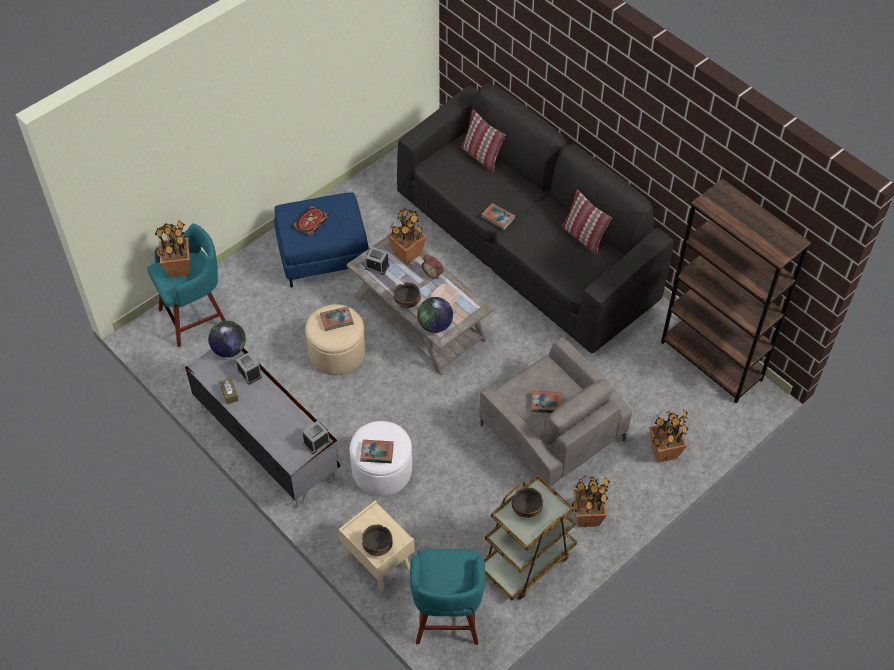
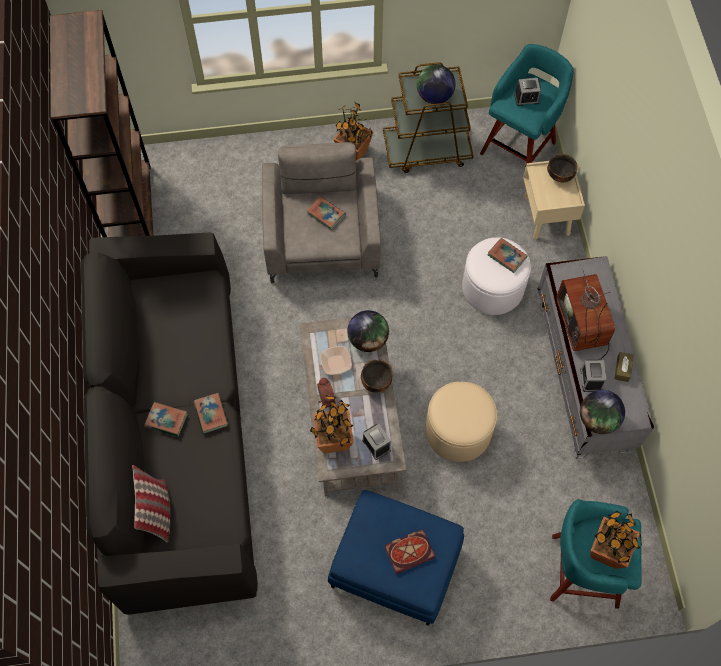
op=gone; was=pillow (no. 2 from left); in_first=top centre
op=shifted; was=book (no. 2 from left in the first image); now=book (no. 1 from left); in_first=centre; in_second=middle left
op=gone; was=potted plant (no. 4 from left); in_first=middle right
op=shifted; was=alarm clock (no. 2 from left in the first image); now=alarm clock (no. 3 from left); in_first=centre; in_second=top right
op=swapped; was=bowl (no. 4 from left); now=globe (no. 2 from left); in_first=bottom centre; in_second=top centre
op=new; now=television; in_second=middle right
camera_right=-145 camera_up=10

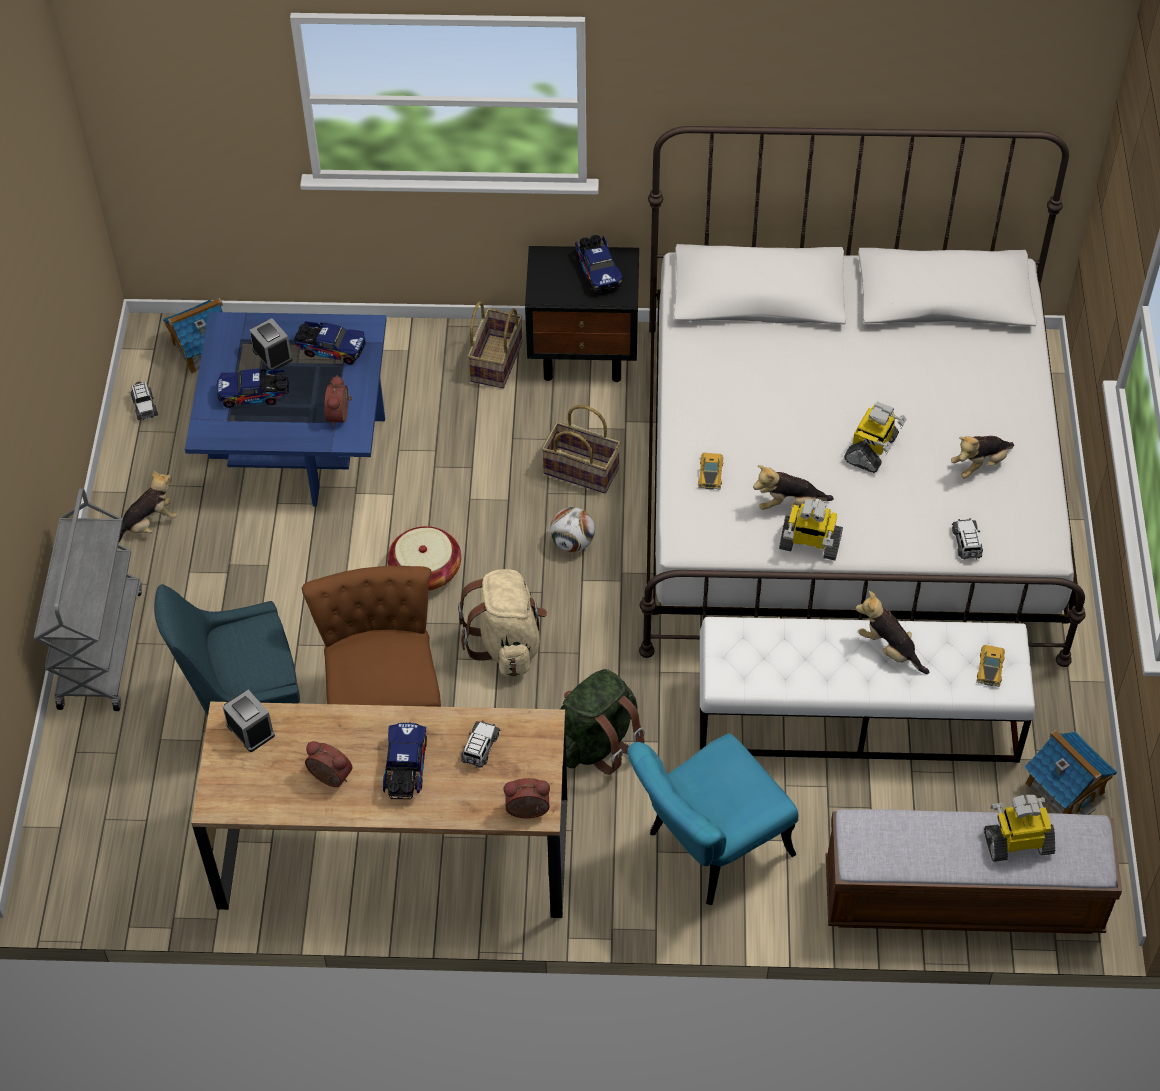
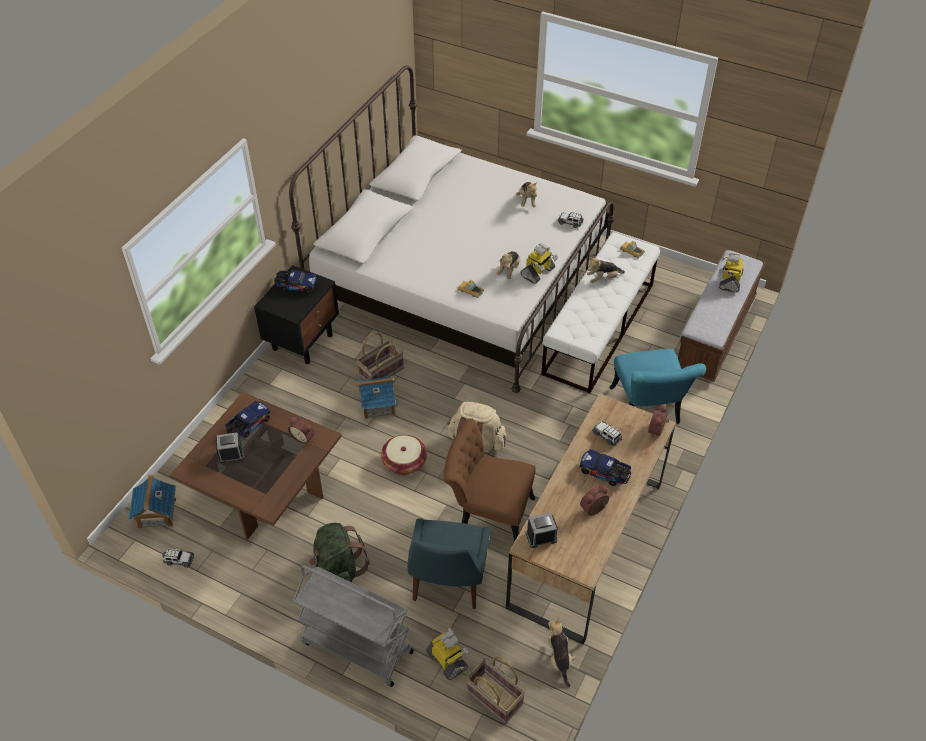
op=shifted; was=basket (no. 2 from left in the first image); now=basket (no. 3 from left); in_first=top centre; in_second=bottom centre
op=repainted; was=coffee table in blue; now=coffee table in brown; in_first=middle left; in_second=middle left
op=gone; was=toy truck (no. 1 from left); in_first=middle left
op=shifted; was=toy robot (no. 2 from left in the first image); now=toy robot (no. 1 from left); in_first=middle right; in_second=bottom centre
op=shifted; was=plush toy (no. 1 from left in the first image); now=plush toy (no. 3 from left); in_first=middle left; in_second=bottom centre
op=gone; was=football; in_first=centre
op=shifted; was=backpack in green; in_first=centre; in_second=bottom centre
op=shifted; was=toy house (no. 2 from left); in_first=bottom right; in_second=centre
camera_right=-65 camera_up=-5

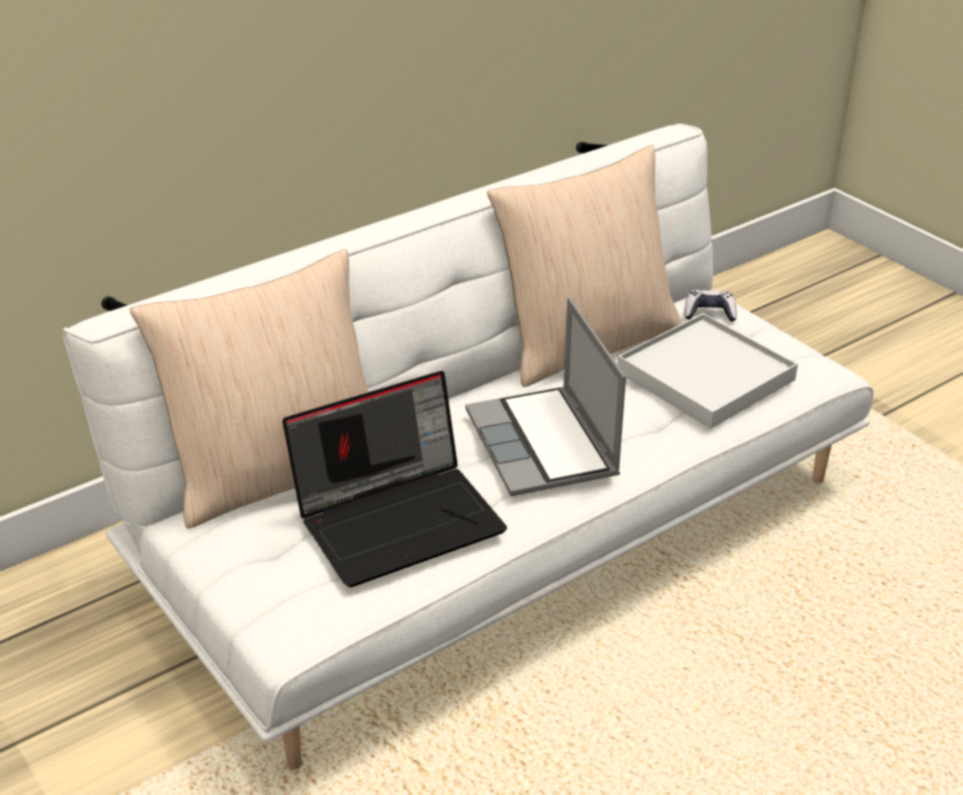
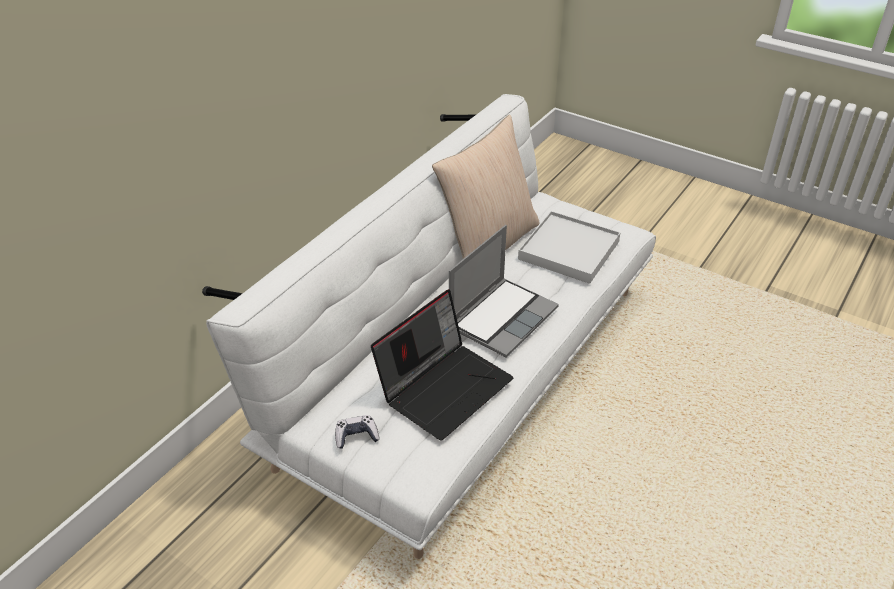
op=gone; was=pillow in beige (no. 1 from left); in_first=middle left
op=shifted; was=game controller; in_first=middle right; in_second=bottom centre
op=rotated; was=laptop (no. 2 from left); in_first=centre; in_second=centre; clockwise=-105
camera_right=-20 camera_up=5

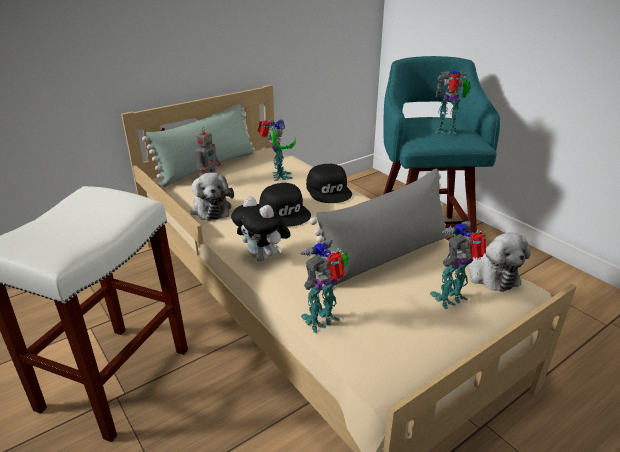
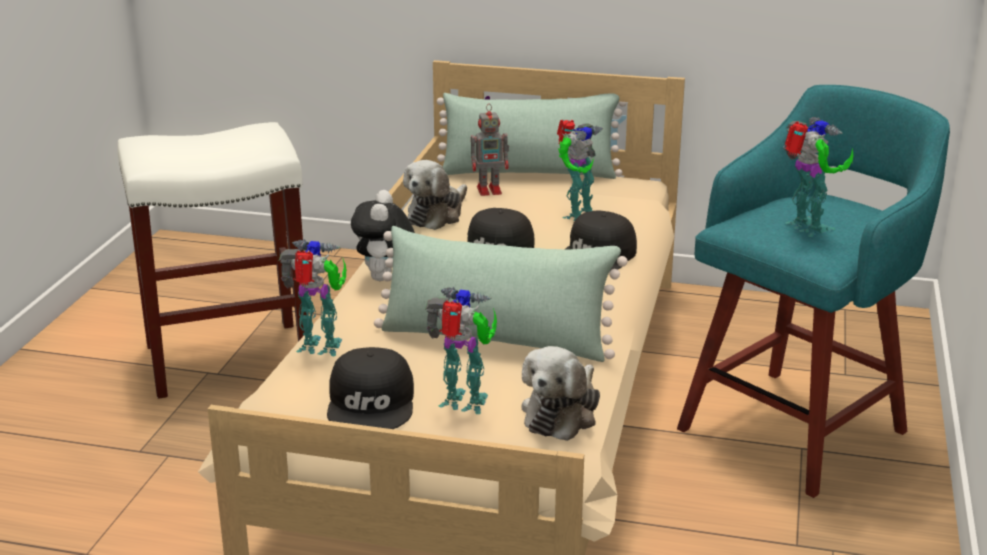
op=repainted; was=pillow in grey; now=pillow in green (no. 1 from left); in_first=centre; in_second=centre
op=new; now=cap in black (no. 1 from left); in_second=bottom centre
camera_right=50 camera_up=-5

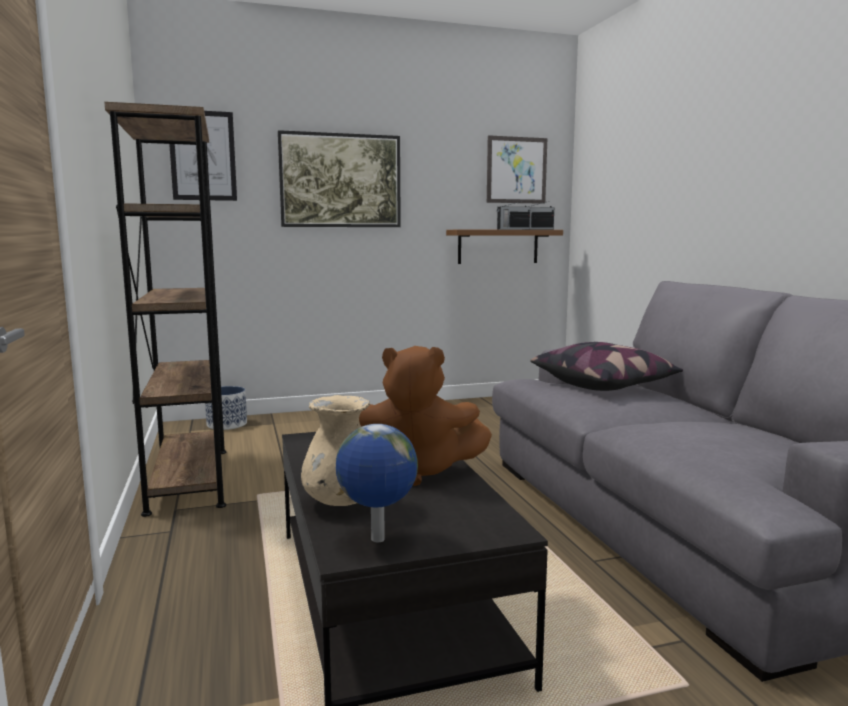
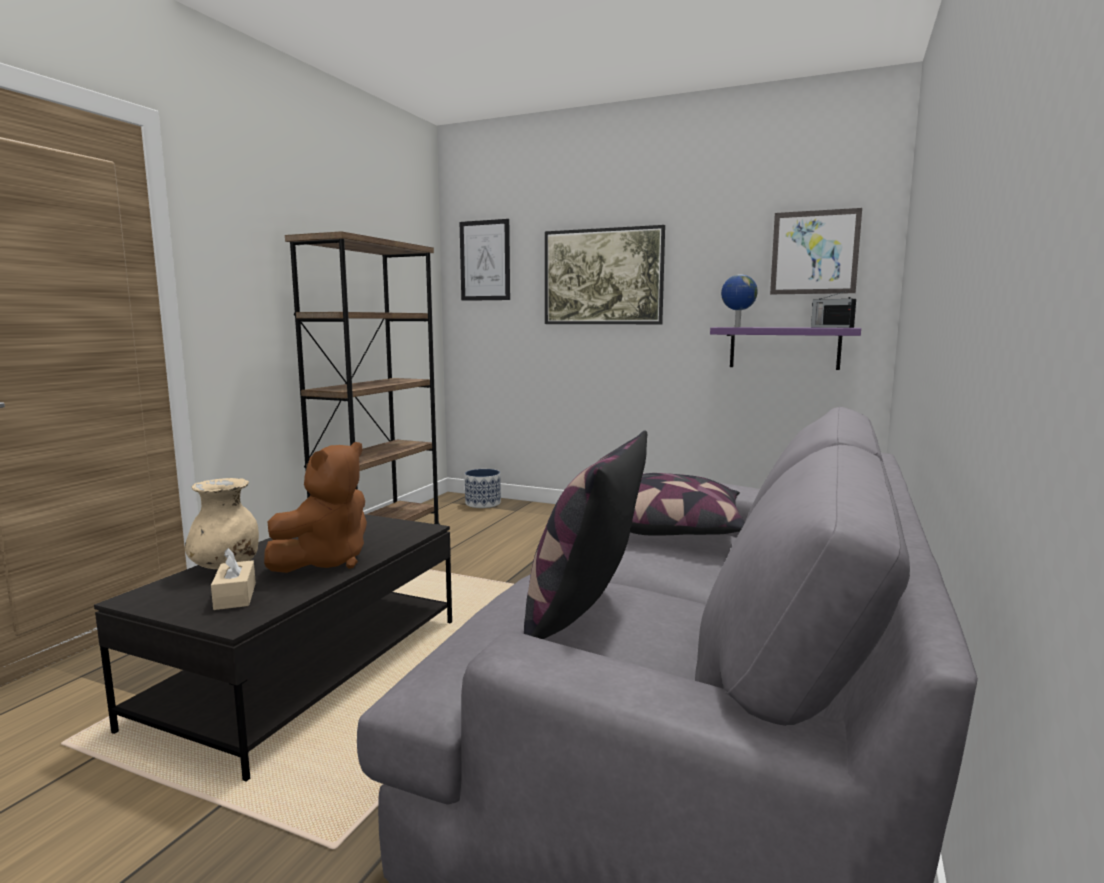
op=gone; was=radio (no. 1 from left); in_first=top centre
op=repainted; was=shelf in brown; now=shelf in purple; in_first=centre; in_second=middle right
op=rotated; was=plush toy in brown; in_first=centre; in_second=middle left; clockwise=-105
op=shifted; was=globe; in_first=bottom centre; in_second=middle right
op=new; now=pillow (no. 1 from left); in_second=centre
op=new; now=tissue box in beige; in_second=middle left
camera_right=40 camera_up=0

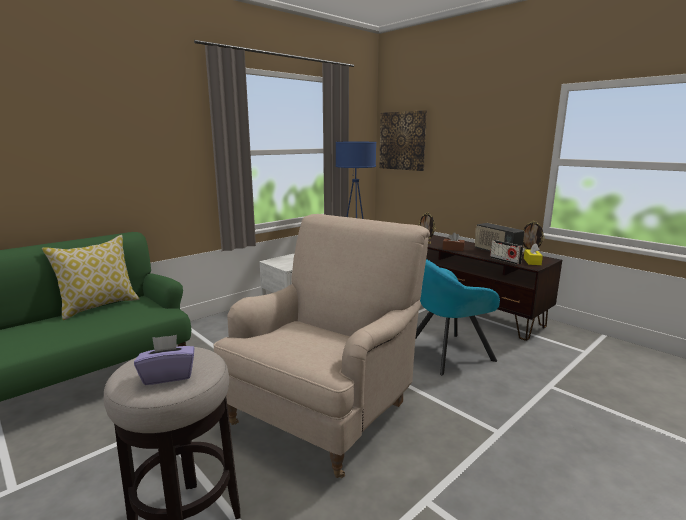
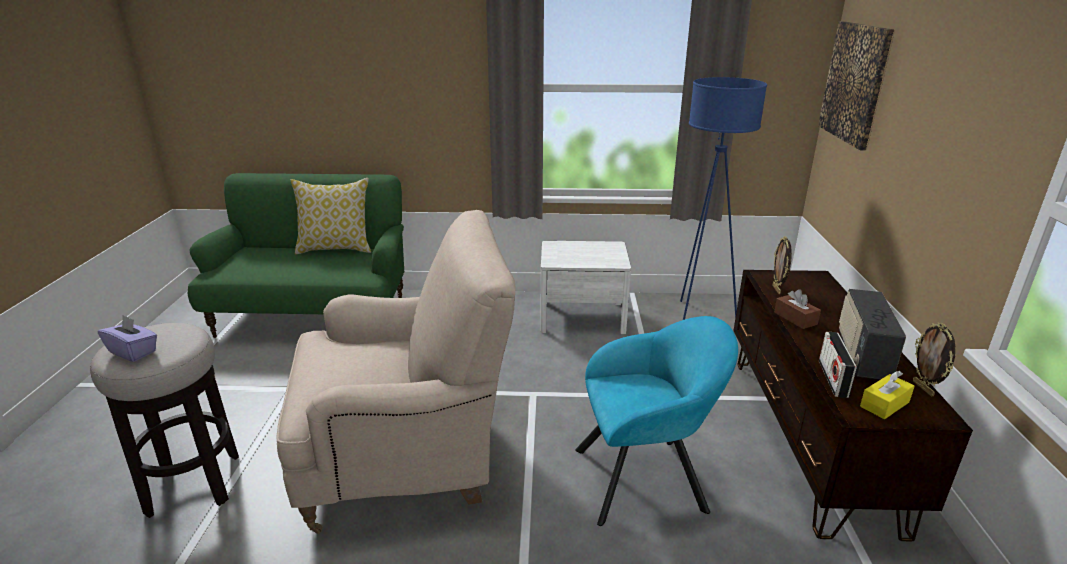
op=rotated; was=armchair in turquoise; in_first=centre; in_second=bottom centre; clockwise=150
camera_right=45 camera_up=10

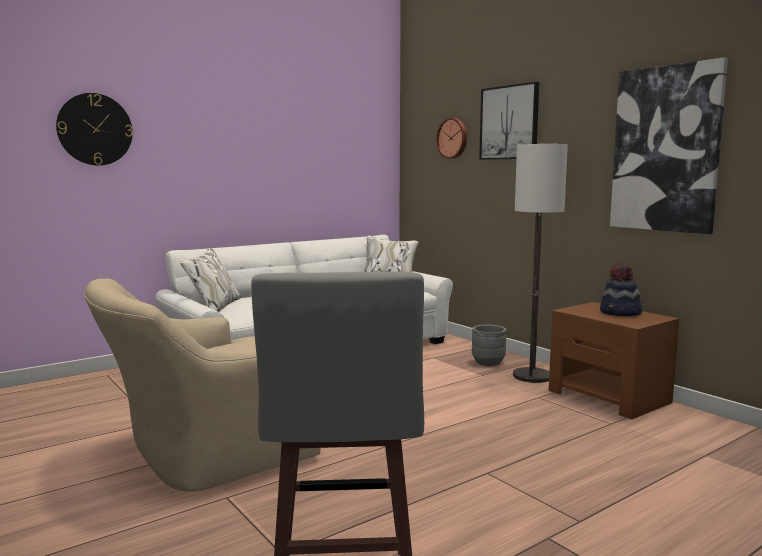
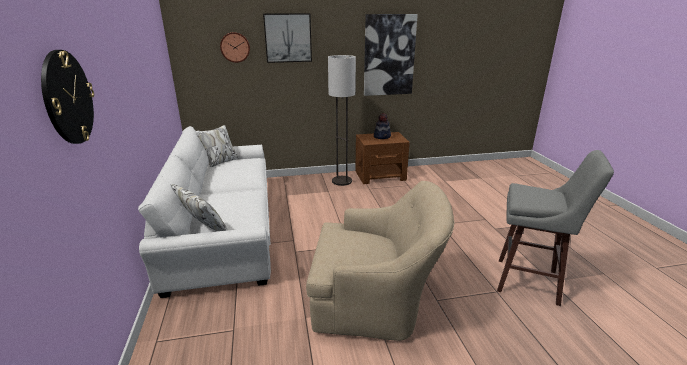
op=rotated; was=armchair in beige; in_first=bottom left; in_second=bottom centre; clockwise=-75
op=gone; was=planter in grey; in_first=centre
camera_right=-65 camera_up=15

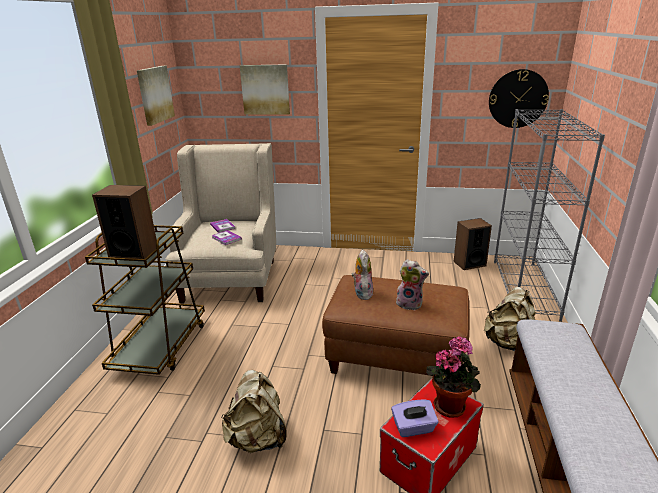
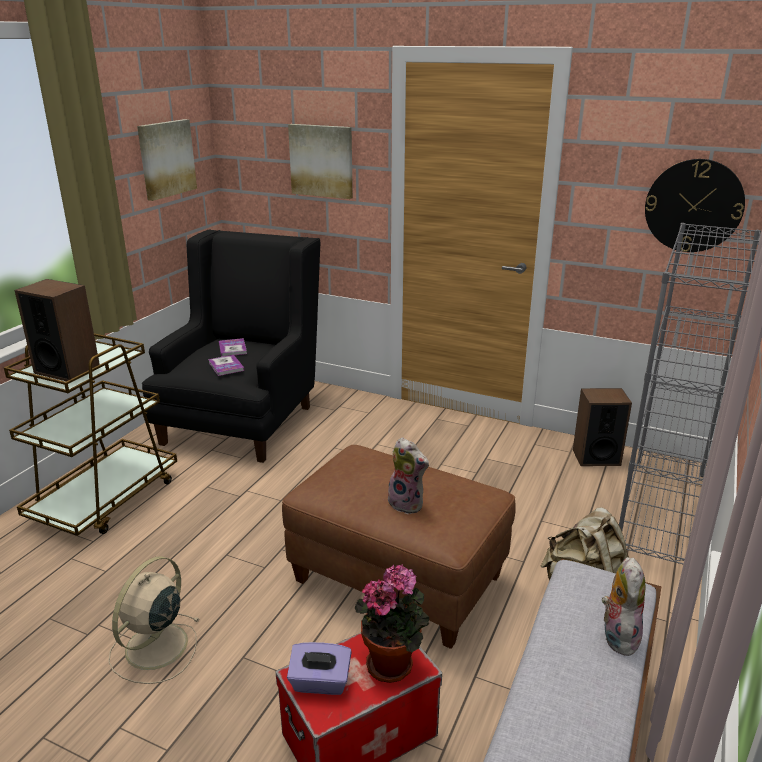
op=repainted; was=armchair in beige; now=armchair in black; in_first=centre; in_second=middle left
op=shifted; was=plush toy (no. 1 from left in the first image); now=plush toy (no. 2 from left); in_first=centre; in_second=bottom right
op=swapped; was=backpack in beige (no. 1 from left); now=fan in beige; in_first=bottom centre; in_second=bottom left
camera_right=15 camera_up=0

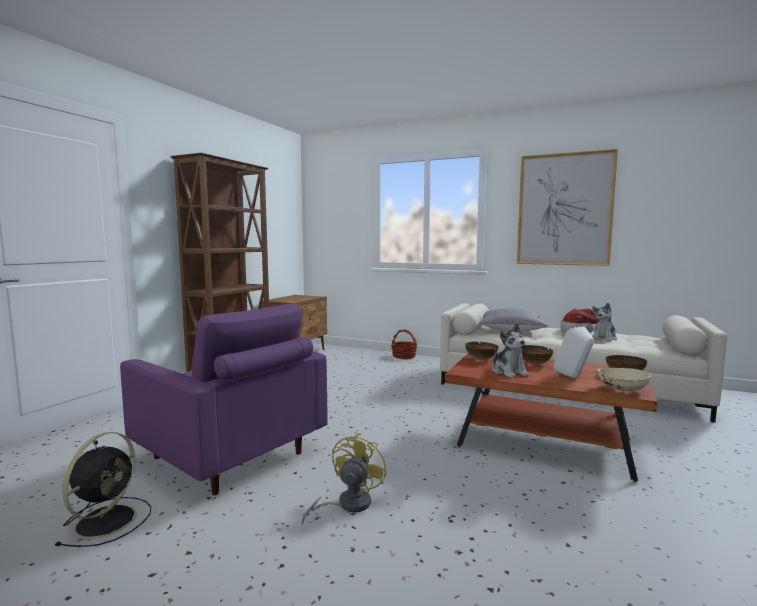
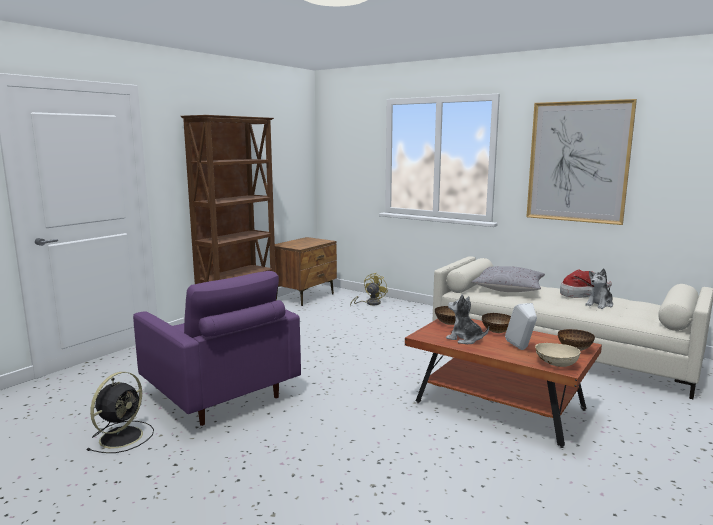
op=rotated; was=plush toy (no. 1 from left); in_first=middle right; in_second=centre; clockwise=135
op=gone; was=basket; in_first=centre
op=shifted; was=fan in yellow; in_first=bottom centre; in_second=centre
camera_right=10 camera_up=5

